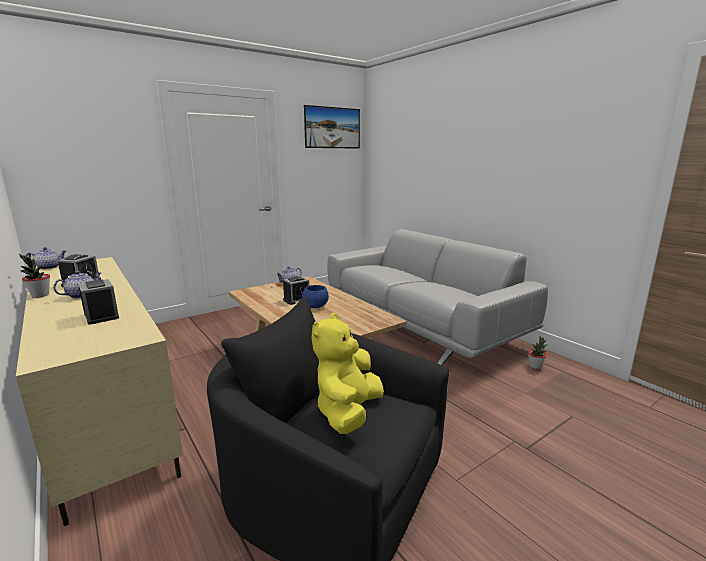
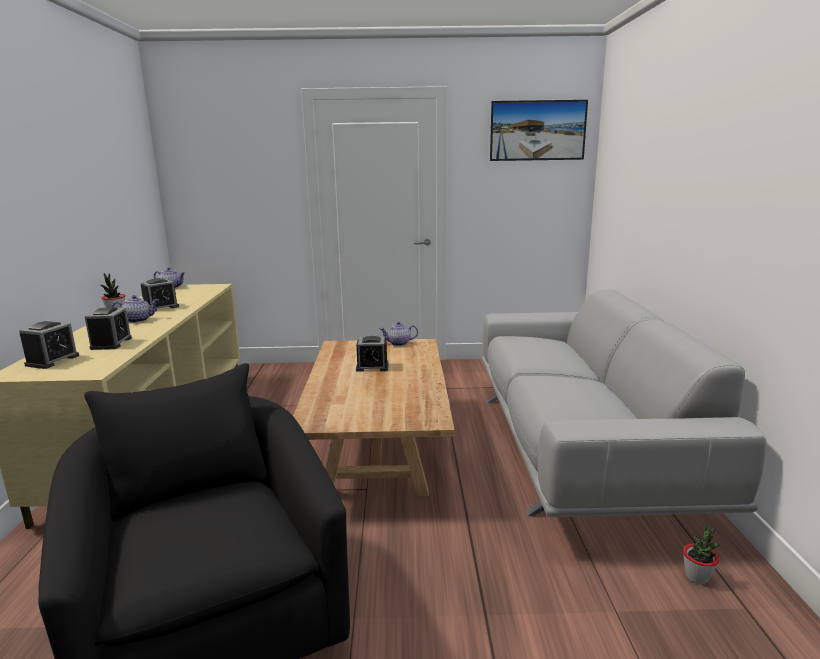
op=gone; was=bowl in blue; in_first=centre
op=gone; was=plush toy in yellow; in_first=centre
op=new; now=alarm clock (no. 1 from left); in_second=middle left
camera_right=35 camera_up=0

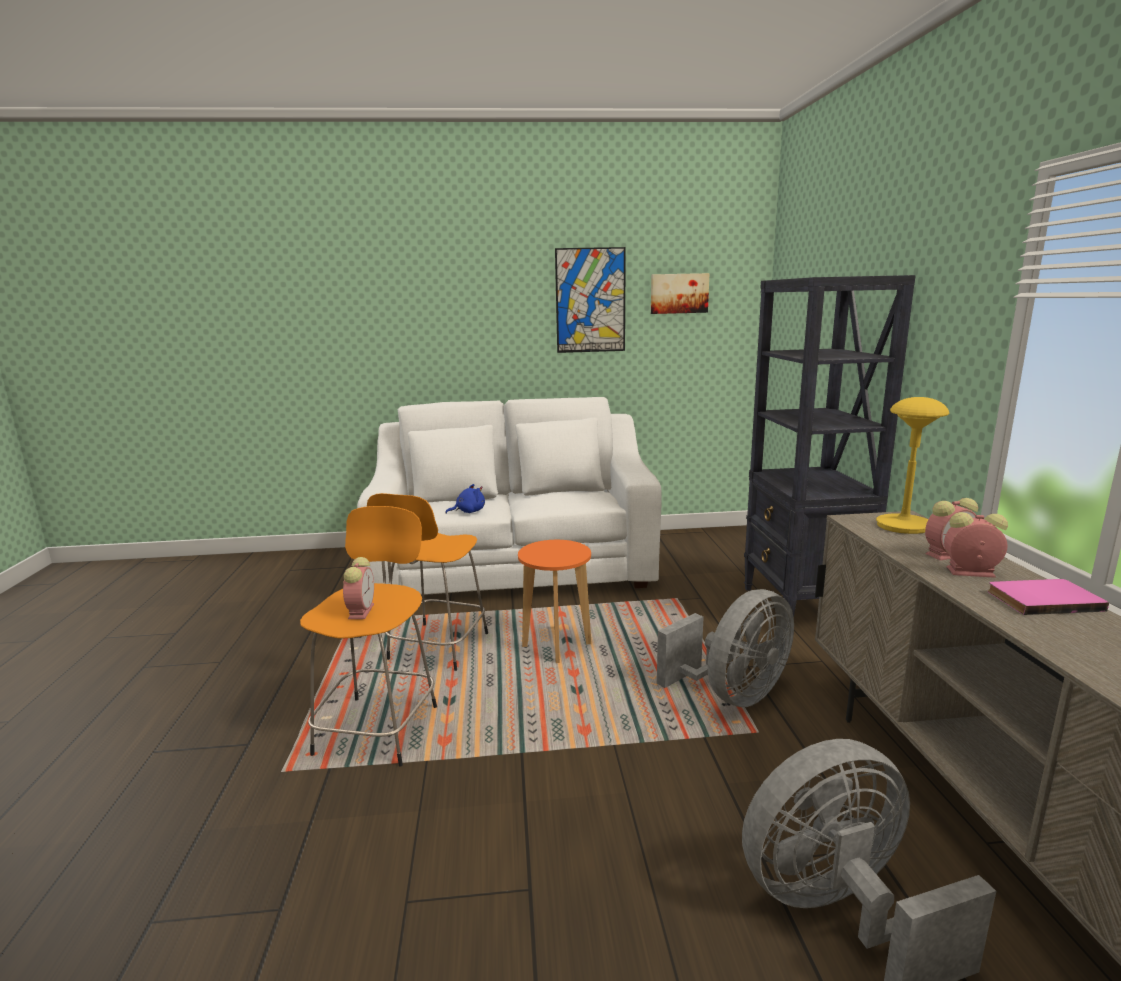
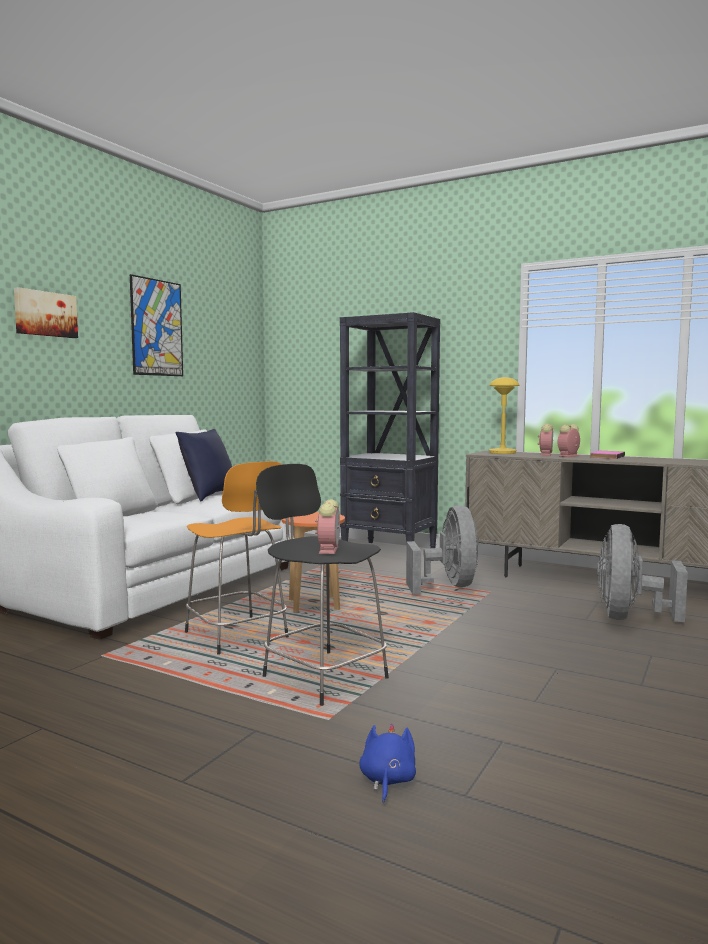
op=shifted; was=picture (no. 2 from left in the first image); now=picture (no. 1 from left); in_first=top centre; in_second=top left
op=shifted; was=plush toy in blue; in_first=centre; in_second=bottom centre
op=repainted; was=stool in orange (no. 1 from left); now=stool in black; in_first=middle left; in_second=centre
op=rotated; was=alarm clock (no. 1 from left); in_first=middle left; in_second=centre; clockwise=60
op=new; now=pillow in blue; in_second=middle left
camera_right=-55 camera_up=-10

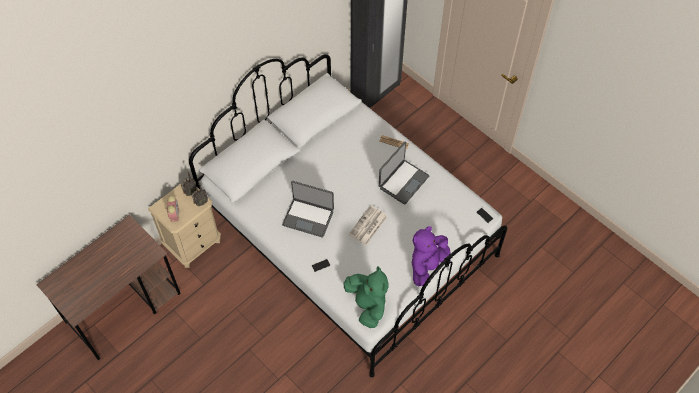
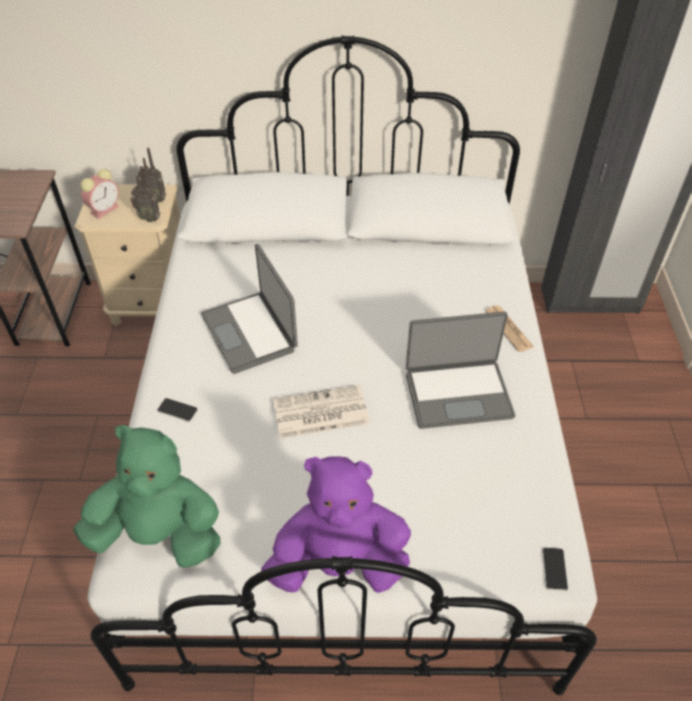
op=rotated; was=plush toy in green; in_first=bottom centre; in_second=bottom left; clockwise=-105
camera_right=45 camera_up=-10

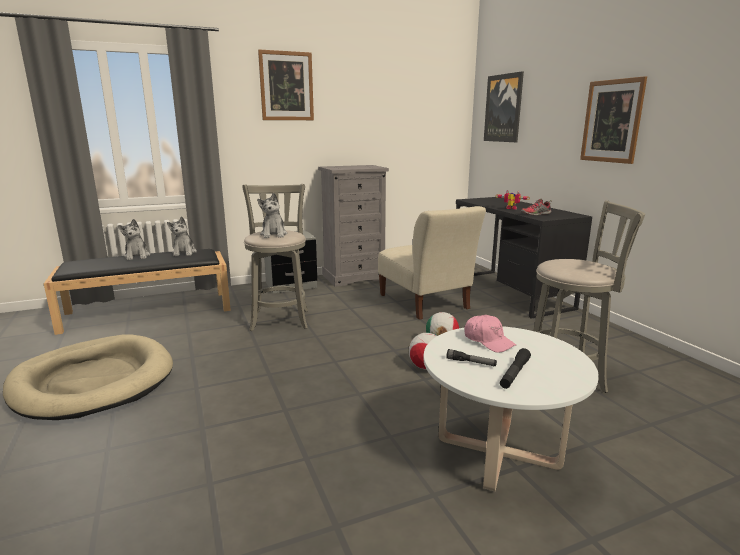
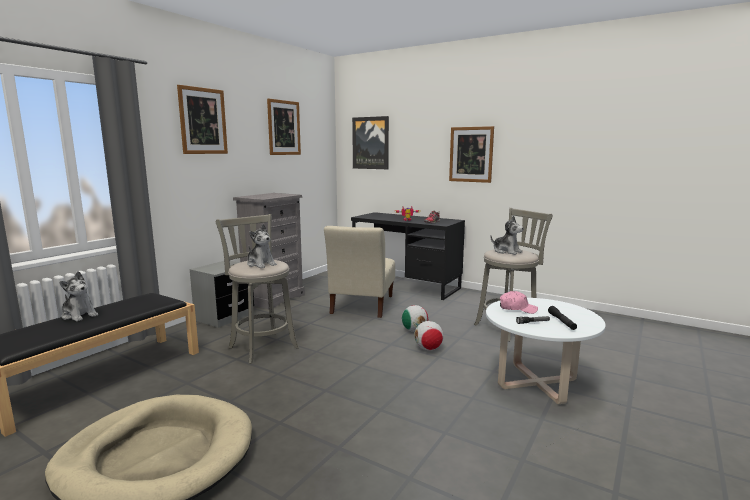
op=rotated; was=chair in beige; in_first=centre; in_second=centre; clockwise=75
op=shifted; was=plush toy (no. 2 from left in the first image); now=plush toy (no. 3 from left); in_first=middle left; in_second=middle right
op=new; now=picture (no. 2 from left); in_second=top centre
camera_right=-35 camera_up=-5

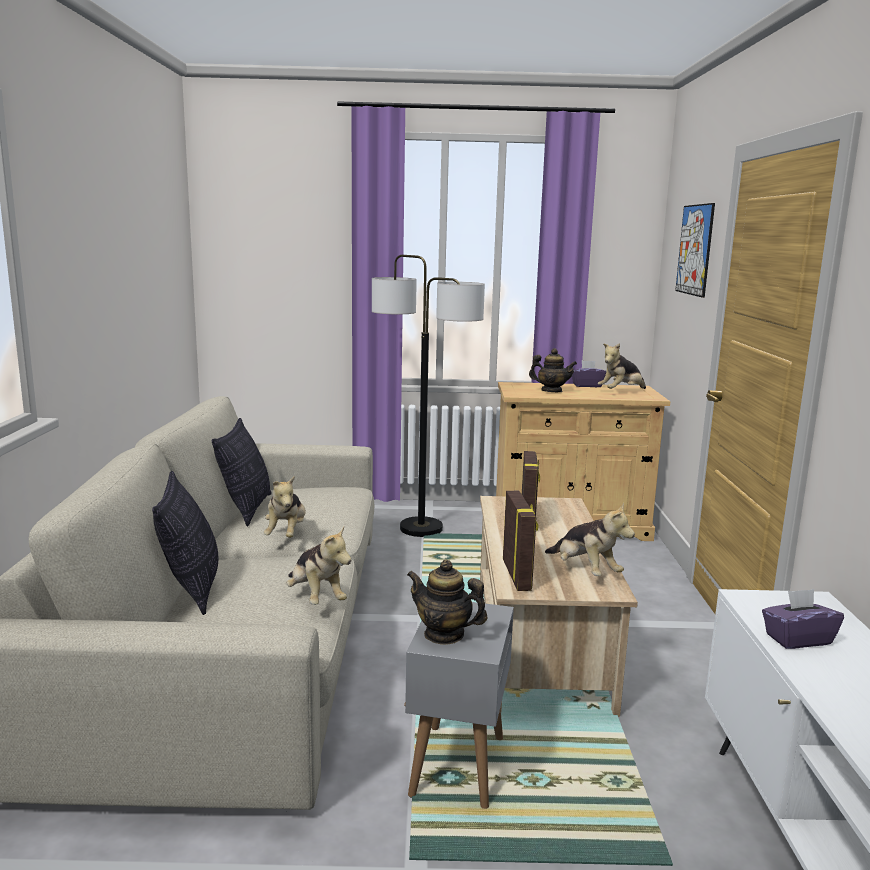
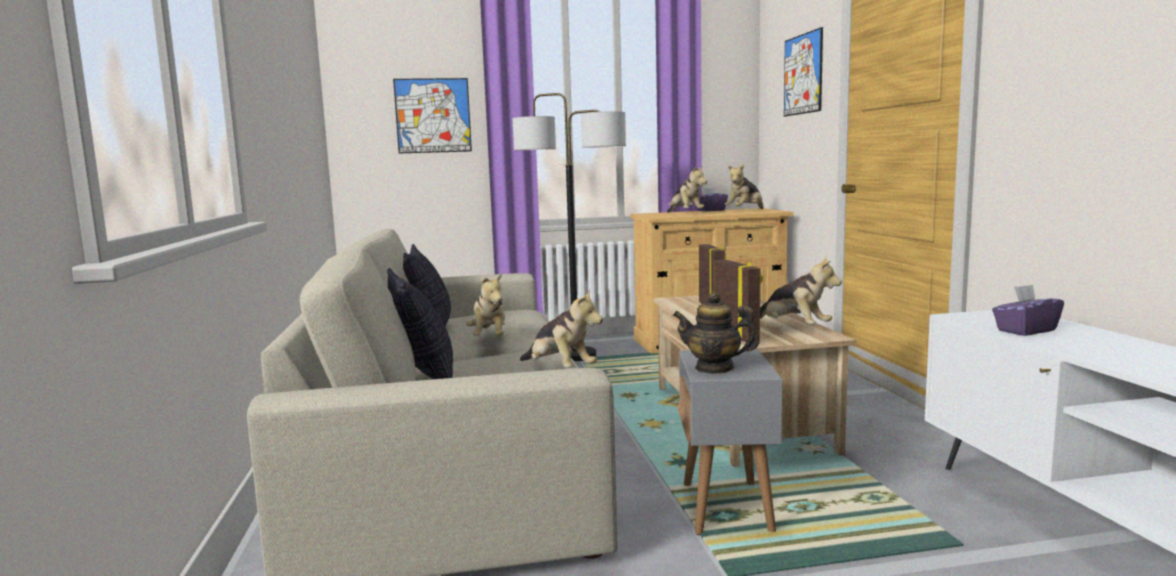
op=swapped; was=teapot (no. 2 from left); now=plush toy (no. 3 from left); in_first=centre; in_second=top centre
op=new; now=picture (no. 1 from left); in_second=top centre
camera_right=-10 camera_up=-5

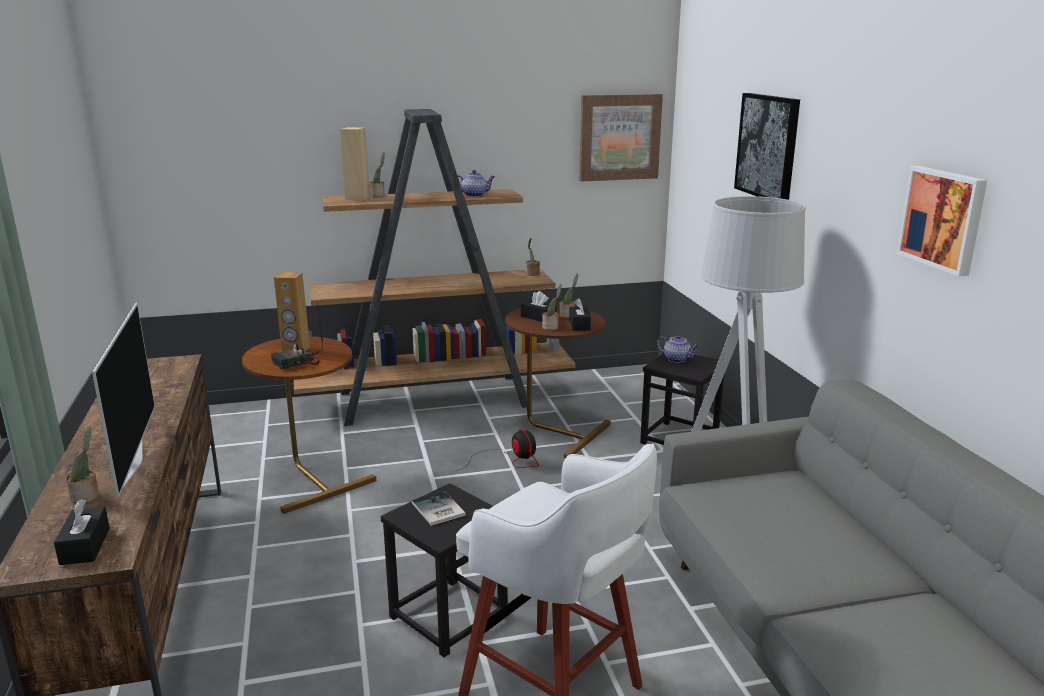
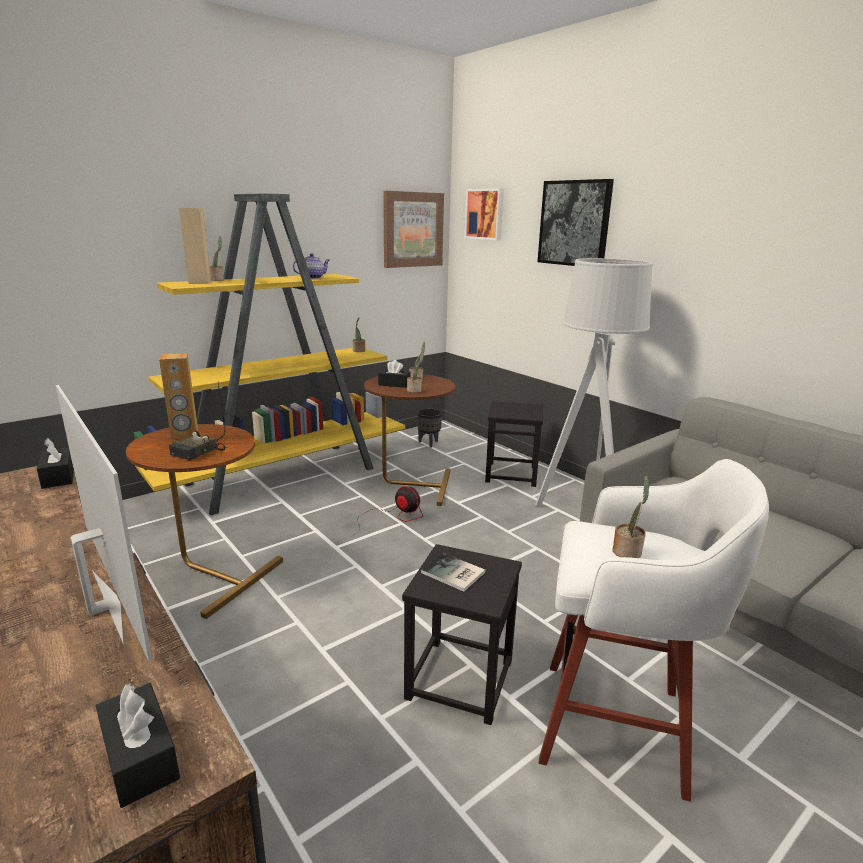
op=repainted; was=bookcase in brown; now=bookcase in yellow; in_first=centre; in_second=middle left
op=shifted; was=picture (no. 3 from left in the first image); now=picture (no. 2 from left); in_first=top right; in_second=top centre
op=shifted; was=tissue box in black (no. 3 from left in the first image); now=tissue box in black (no. 1 from left); in_first=centre; in_second=middle left
op=gone; was=teapot (no. 2 from left); in_first=centre
op=shifted; was=potted plant (no. 1 from left in the first image); now=potted plant (no. 5 from left); in_first=bottom left; in_second=middle right
op=new; now=planter in black; in_second=centre
camera_right=-25 camera_up=0

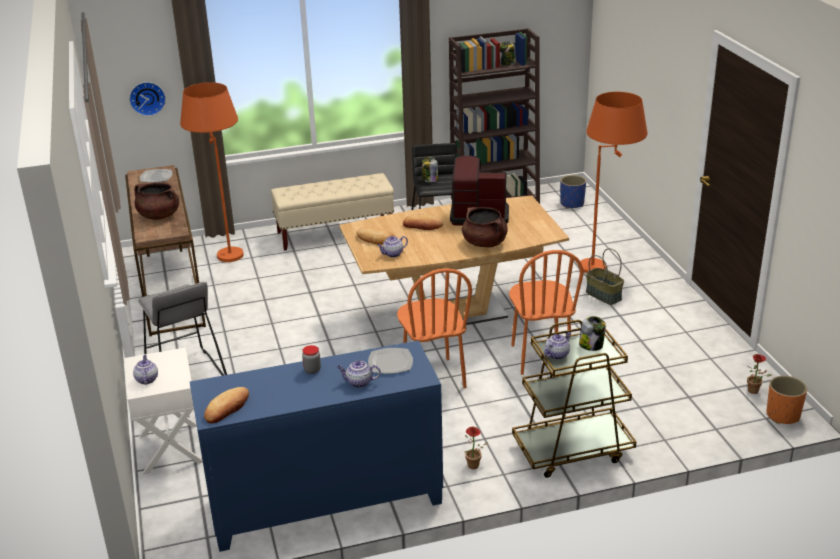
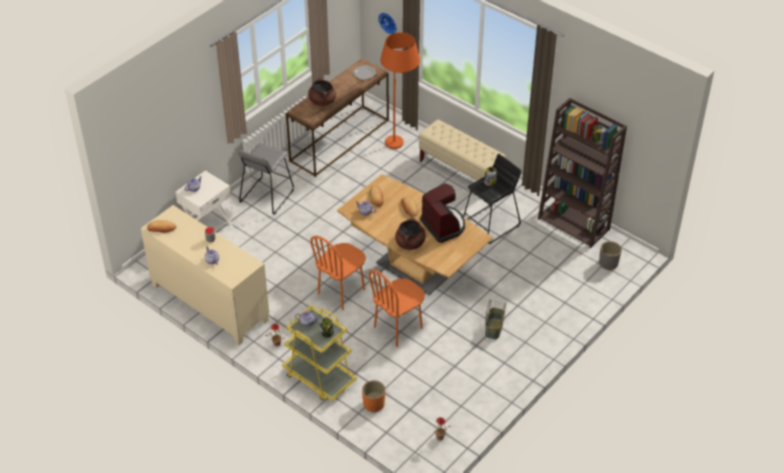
op=gone; was=floor lamp in orange (no. 2 from left); in_first=top right
op=repainted; was=planter in blue; now=planter in grey; in_first=middle right; in_second=middle right
op=repainted; was=cart in brown; now=cart in yellow; in_first=bottom right; in_second=bottom centre
op=repainted; was=cabinet in blue; now=cabinet in beige; in_first=bottom centre; in_second=middle left
op=gone; was=plate (no. 2 from left); in_first=centre
op=shifted; was=planter in orange; in_first=bottom right; in_second=bottom centre
camera_right=55 camera_up=15

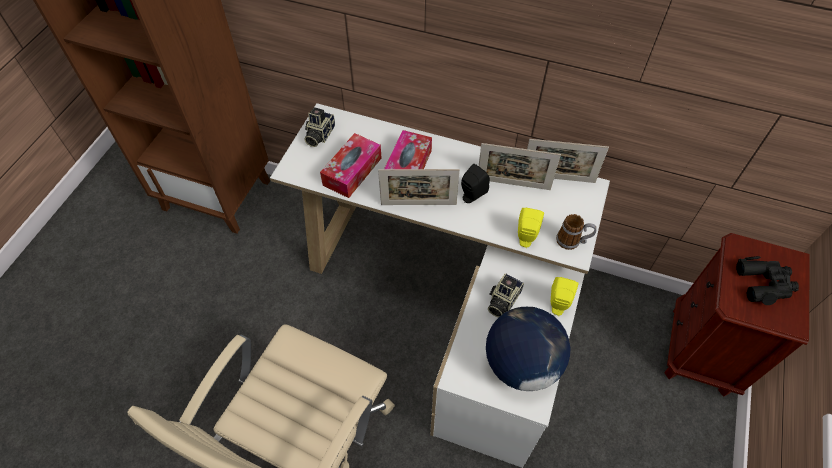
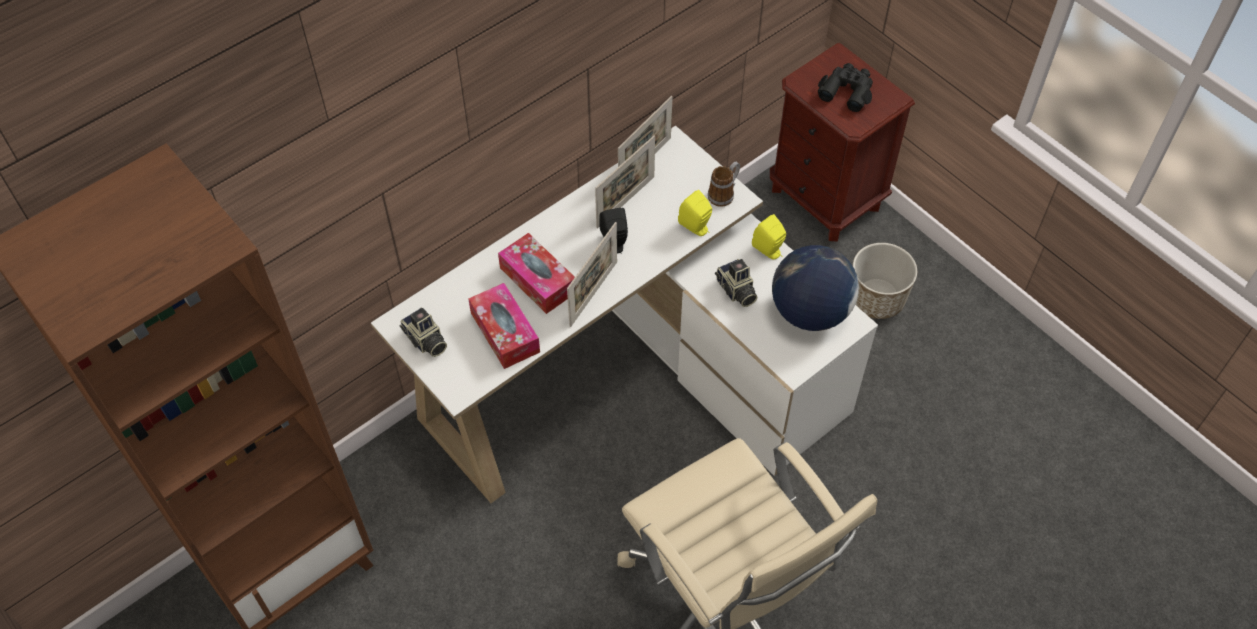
op=new; now=planter; in_second=middle right
camera_right=-60 camera_up=0

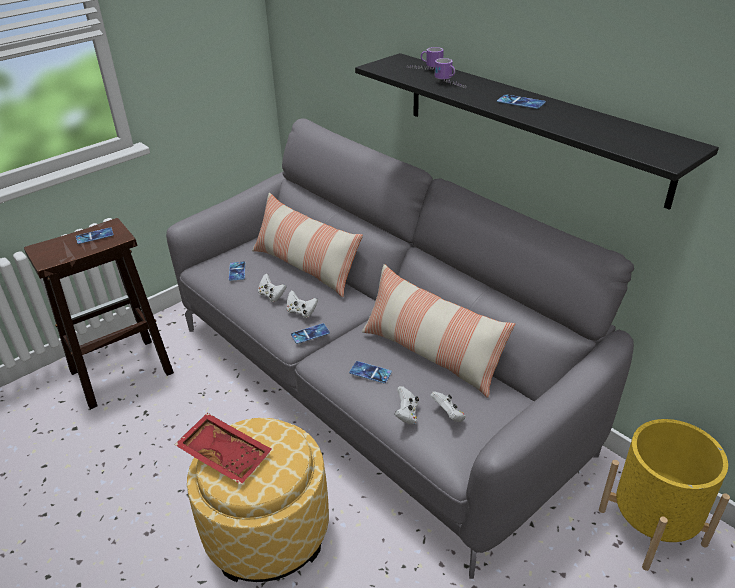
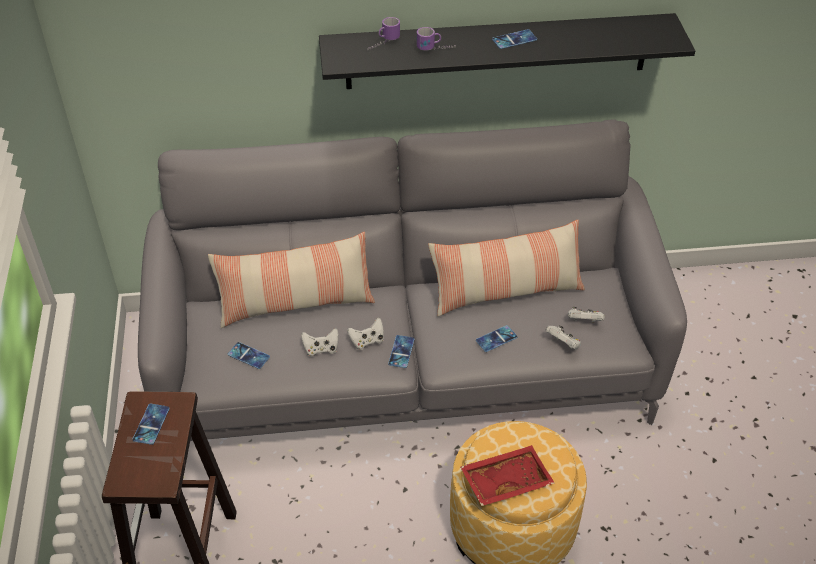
op=gone; was=planter in yellow; in_first=bottom right
camera_right=-55 camera_up=10

